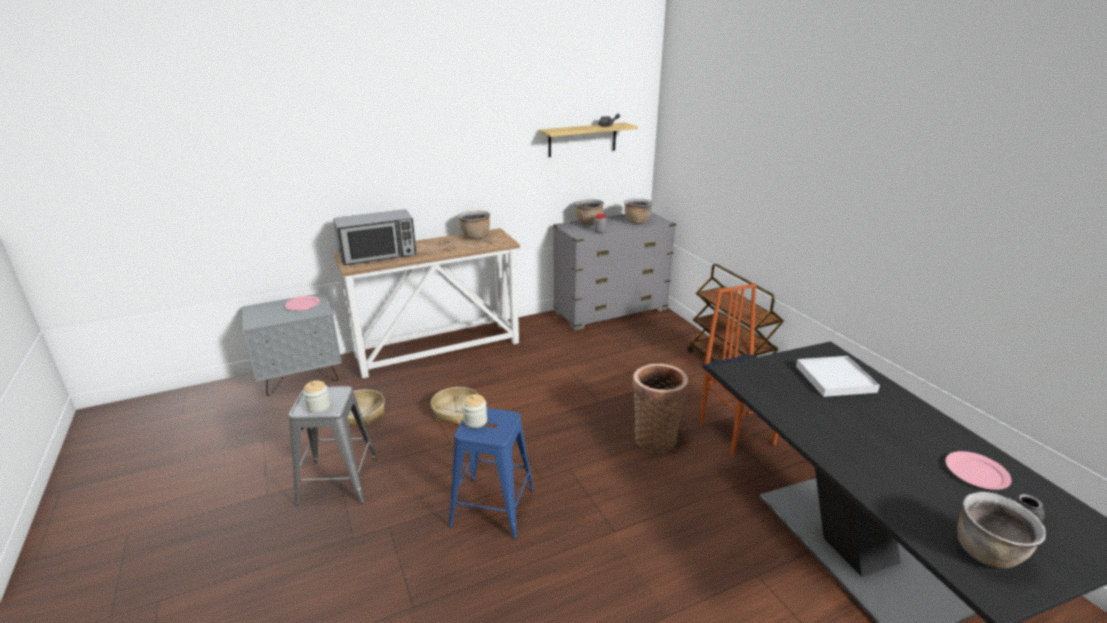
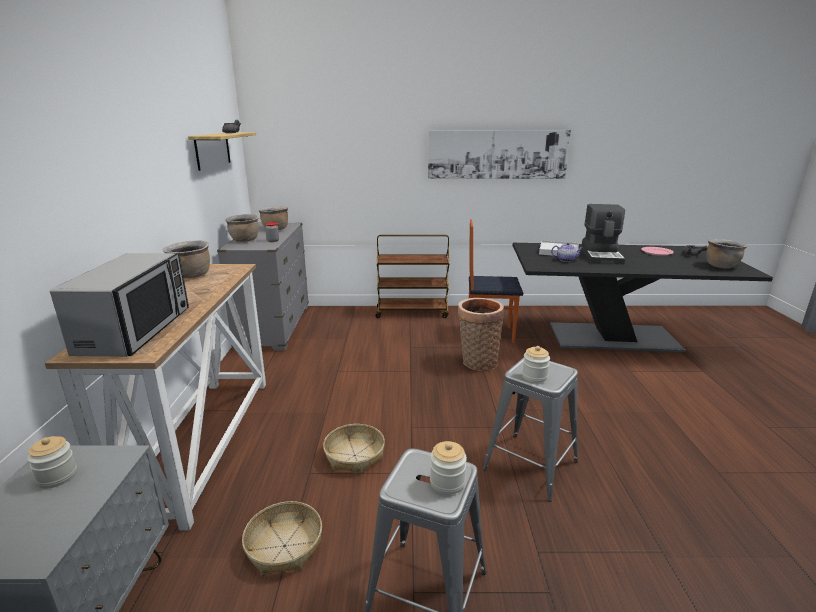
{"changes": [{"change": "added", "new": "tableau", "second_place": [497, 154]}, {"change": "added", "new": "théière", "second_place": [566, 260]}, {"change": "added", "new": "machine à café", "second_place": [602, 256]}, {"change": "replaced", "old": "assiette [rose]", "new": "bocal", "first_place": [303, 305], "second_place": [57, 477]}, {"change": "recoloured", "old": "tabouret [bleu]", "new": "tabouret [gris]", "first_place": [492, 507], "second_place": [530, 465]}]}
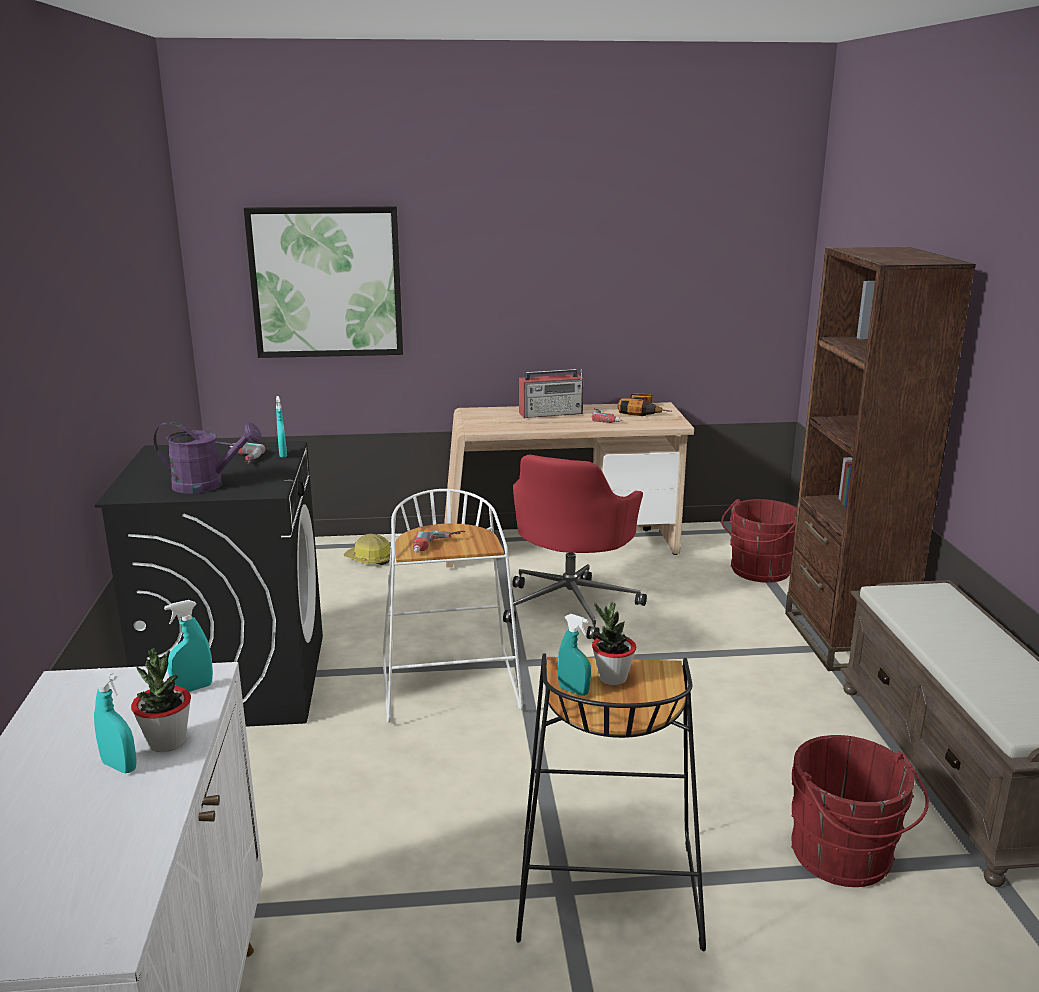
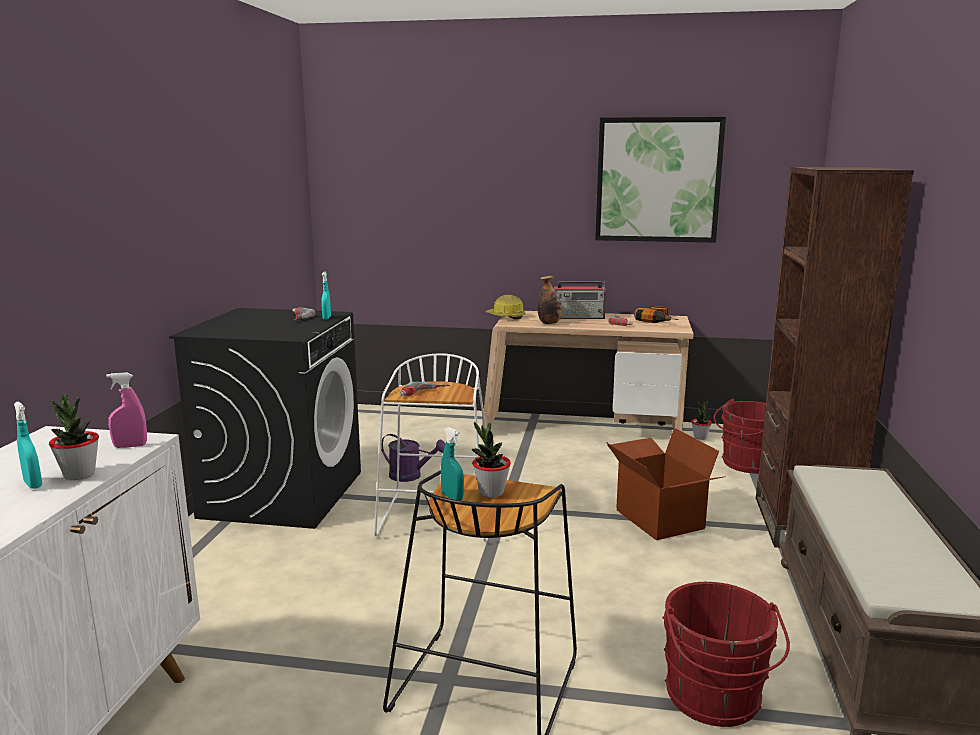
{"changes": [{"change": "removed", "old": "chaise de bureau [rouge]", "first_place": [571, 605]}, {"change": "added", "new": "bouteille", "second_place": [549, 323]}, {"change": "added", "new": "carton", "second_place": [658, 519]}, {"change": "added", "new": "plante en pot", "second_place": [700, 437]}, {"change": "moved", "old": "arrosoir [violet]", "first_place": [207, 485], "second_place": [411, 476]}, {"change": "moved", "old": "tableau", "first_place": [326, 282], "second_place": [658, 180]}, {"change": "moved", "old": "casque de chantier", "first_place": [369, 559], "second_place": [505, 317]}, {"change": "recoloured", "old": "vaporisateur [turquoise]", "new": "vaporisateur [rose]", "first_place": [193, 688], "second_place": [130, 446]}]}
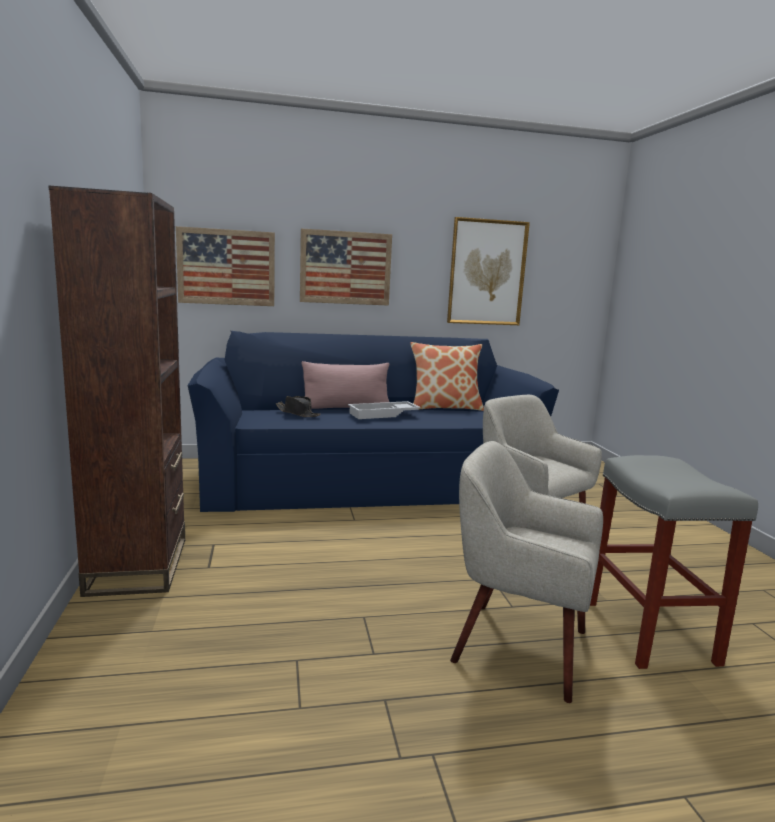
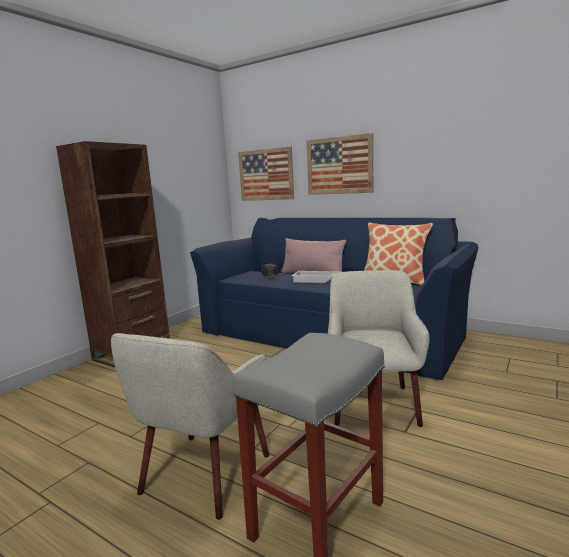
{"changes": [{"change": "removed", "old": "tableau", "first_place": [487, 272]}, {"change": "turned", "old": "fauteuil [beige]", "first_place": [518, 646], "second_place": [204, 473], "degrees": -135}]}
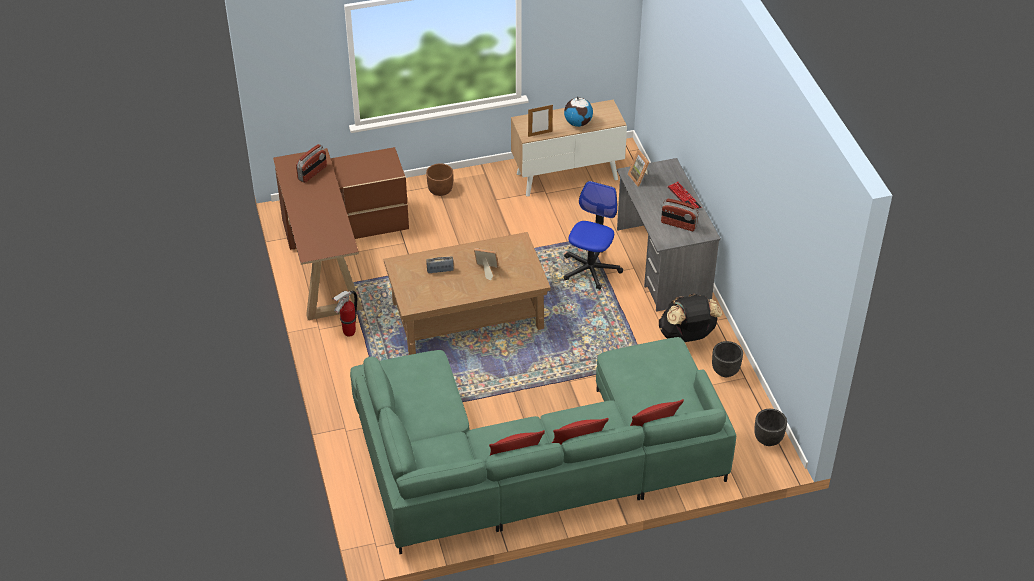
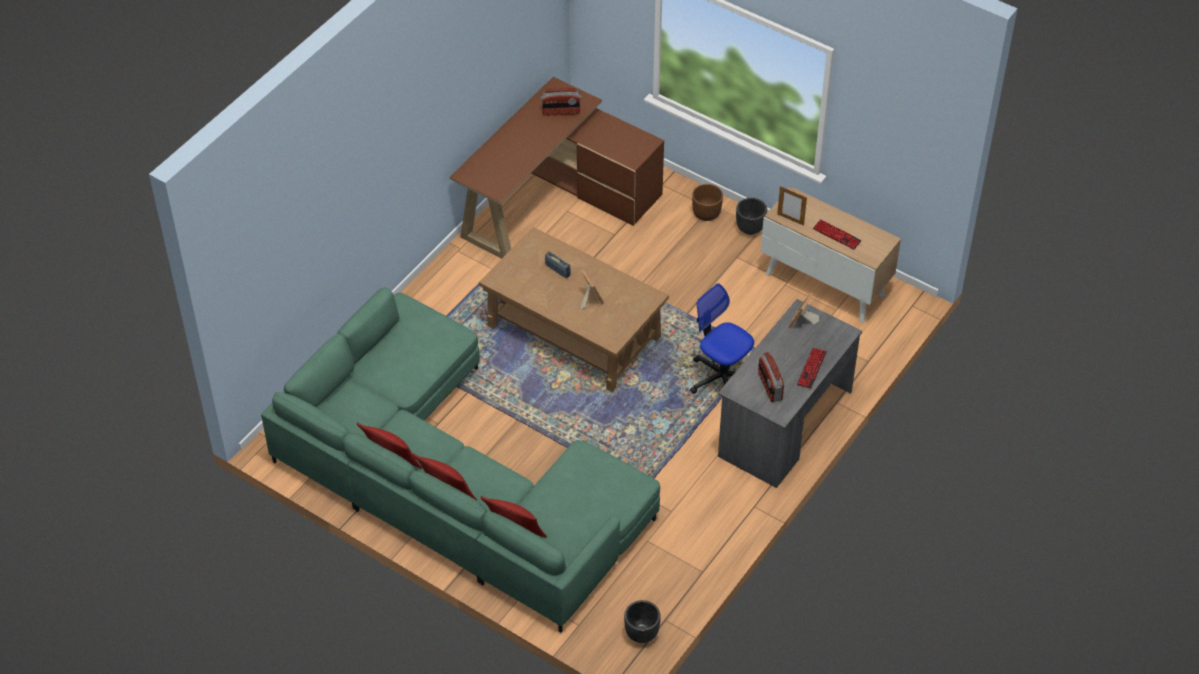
{"changes": [{"change": "removed", "old": "extincteur", "first_place": [349, 332]}, {"change": "removed", "old": "sac à dos [noir]", "first_place": [687, 336]}, {"change": "moved", "old": "cache-pot [noir]", "first_place": [725, 371], "second_place": [750, 228]}, {"change": "replaced", "old": "globe", "new": "clavier", "first_place": [578, 123], "second_place": [836, 235]}, {"change": "turned", "old": "chaise de bureau", "first_place": [590, 269], "second_place": [721, 377], "degrees": -120}]}
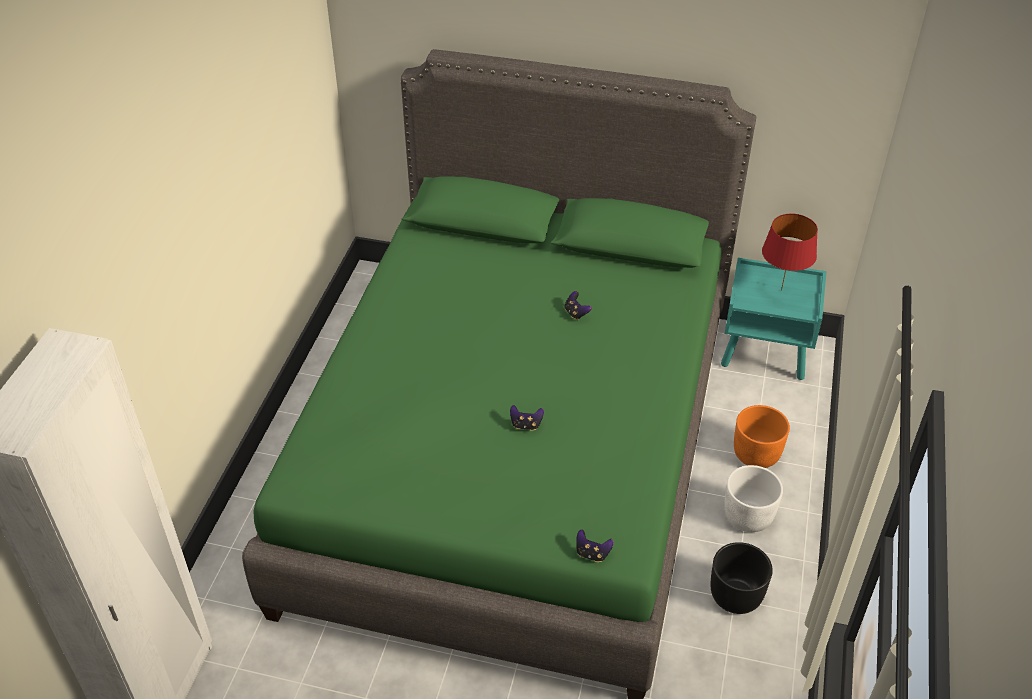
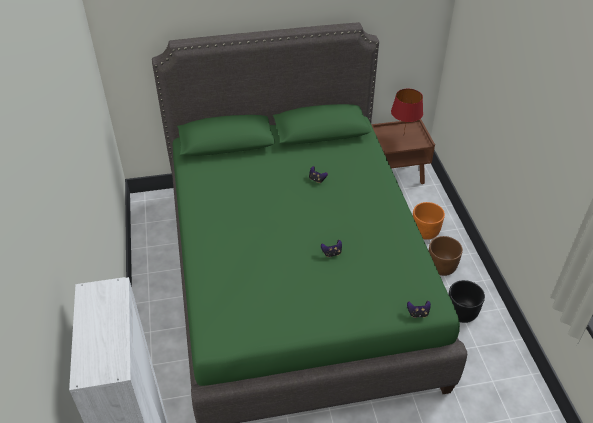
{"changes": [{"change": "recoloured", "old": "table de chevet [turquoise]", "new": "table de chevet [marron]", "first_place": [765, 353], "second_place": [397, 175]}, {"change": "recoloured", "old": "cache-pot [blanc]", "new": "cache-pot [marron]", "first_place": [747, 516], "second_place": [441, 267]}]}
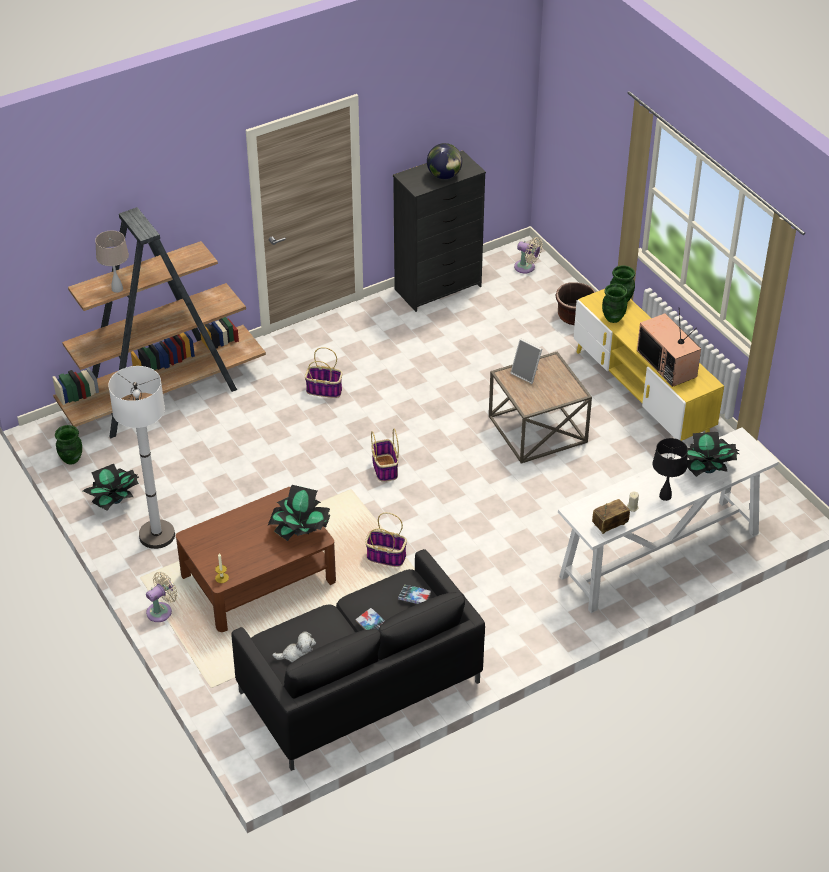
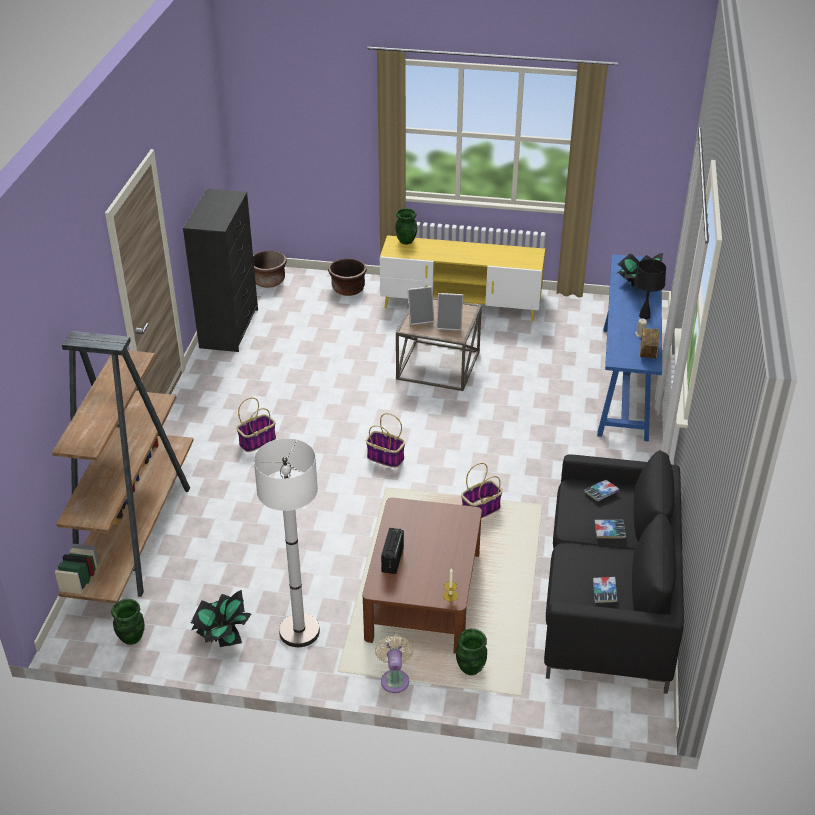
{"changes": [{"change": "removed", "old": "lampe de table [beige]", "first_place": [117, 289]}, {"change": "removed", "old": "plante en pot", "first_place": [300, 531]}, {"change": "removed", "old": "globe", "first_place": [444, 176]}, {"change": "removed", "old": "téléviseur", "first_place": [668, 364]}, {"change": "added", "new": "radio", "second_place": [392, 560]}, {"change": "added", "new": "cadre photo", "second_place": [449, 325]}, {"change": "moved", "old": "vase [vert]", "first_place": [613, 318], "second_place": [470, 668]}, {"change": "replaced", "old": "peluche", "new": "livre", "first_place": [297, 656], "second_place": [604, 592]}, {"change": "replaced", "old": "ventilateur [beige]", "new": "cache-pot [marron]", "first_place": [526, 267], "second_place": [269, 281]}, {"change": "recoloured", "old": "table console [blanc]", "new": "table console [bleu]", "first_place": [659, 555], "second_place": [624, 382]}]}
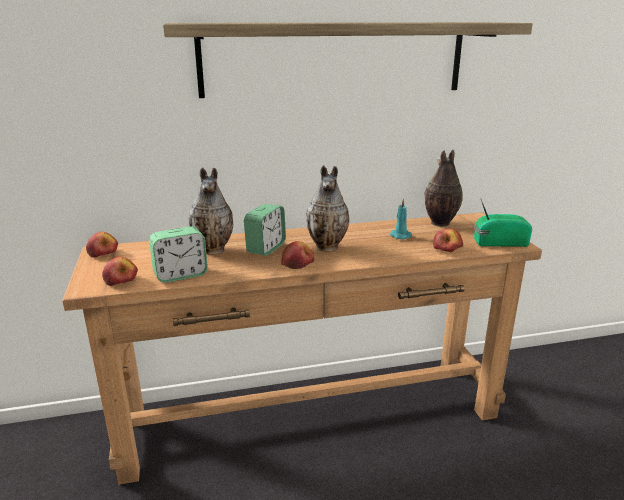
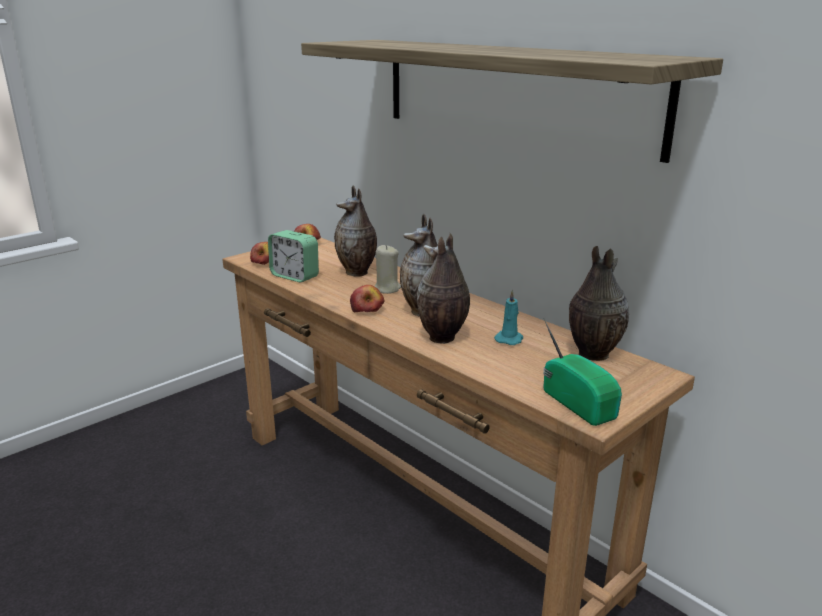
{"changes": [{"change": "removed", "old": "pomme", "first_place": [447, 249]}, {"change": "added", "new": "vase", "second_place": [442, 338]}, {"change": "replaced", "old": "réveil", "new": "bougie [beige]", "first_place": [266, 248], "second_place": [386, 289]}]}
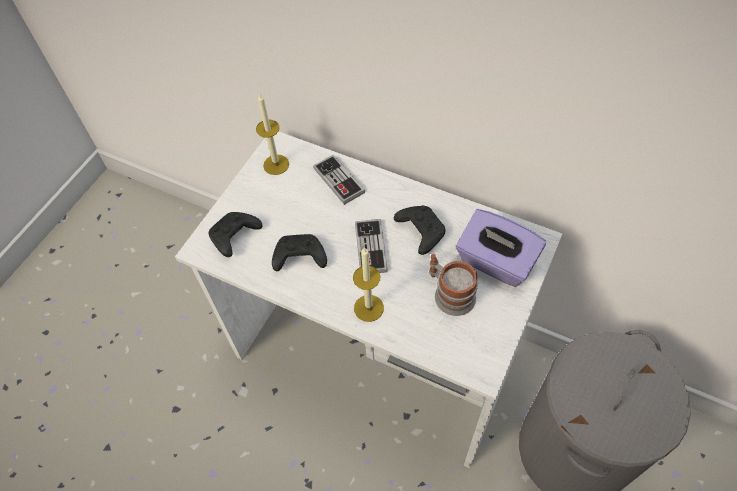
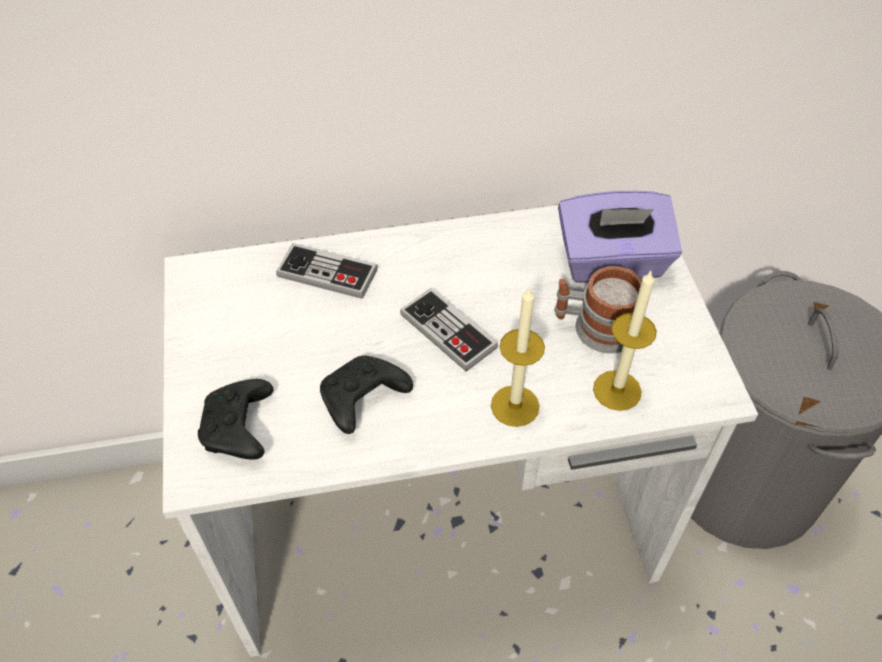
{"changes": [{"change": "removed", "old": "manette [noir]", "first_place": [420, 232]}, {"change": "moved", "old": "bougie", "first_place": [276, 164], "second_place": [617, 390]}]}
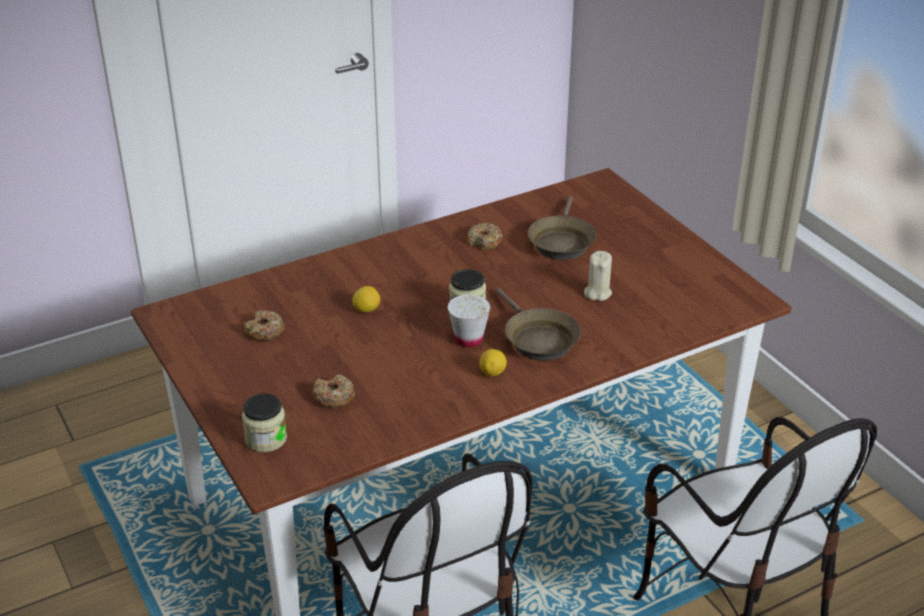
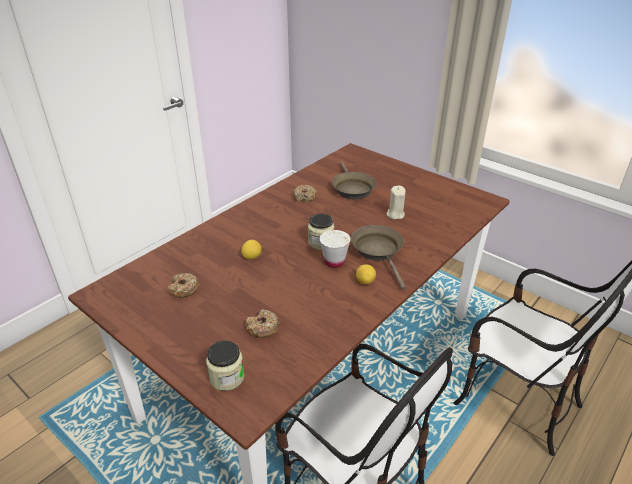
{"changes": [{"change": "turned", "old": "poêle [marron]", "first_place": [537, 339], "second_place": [379, 252], "degrees": -150}]}
